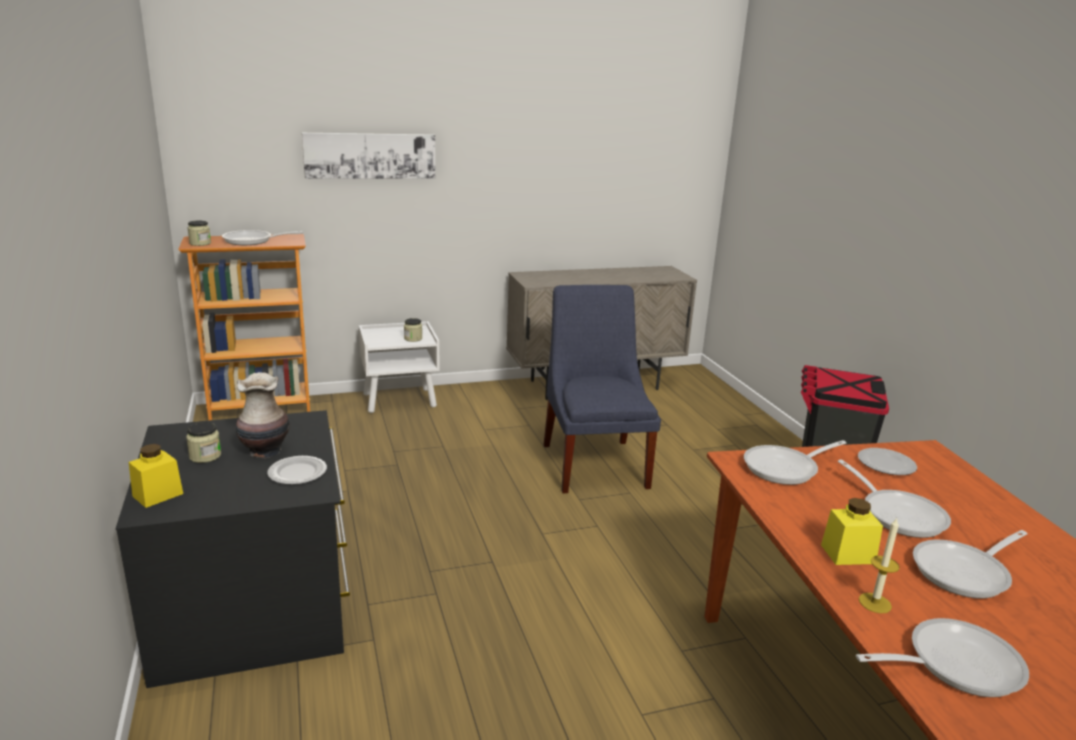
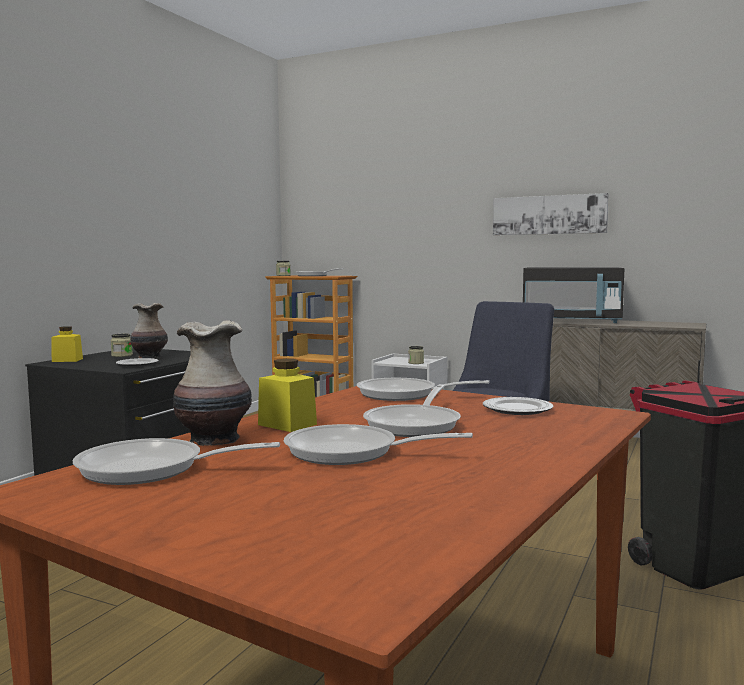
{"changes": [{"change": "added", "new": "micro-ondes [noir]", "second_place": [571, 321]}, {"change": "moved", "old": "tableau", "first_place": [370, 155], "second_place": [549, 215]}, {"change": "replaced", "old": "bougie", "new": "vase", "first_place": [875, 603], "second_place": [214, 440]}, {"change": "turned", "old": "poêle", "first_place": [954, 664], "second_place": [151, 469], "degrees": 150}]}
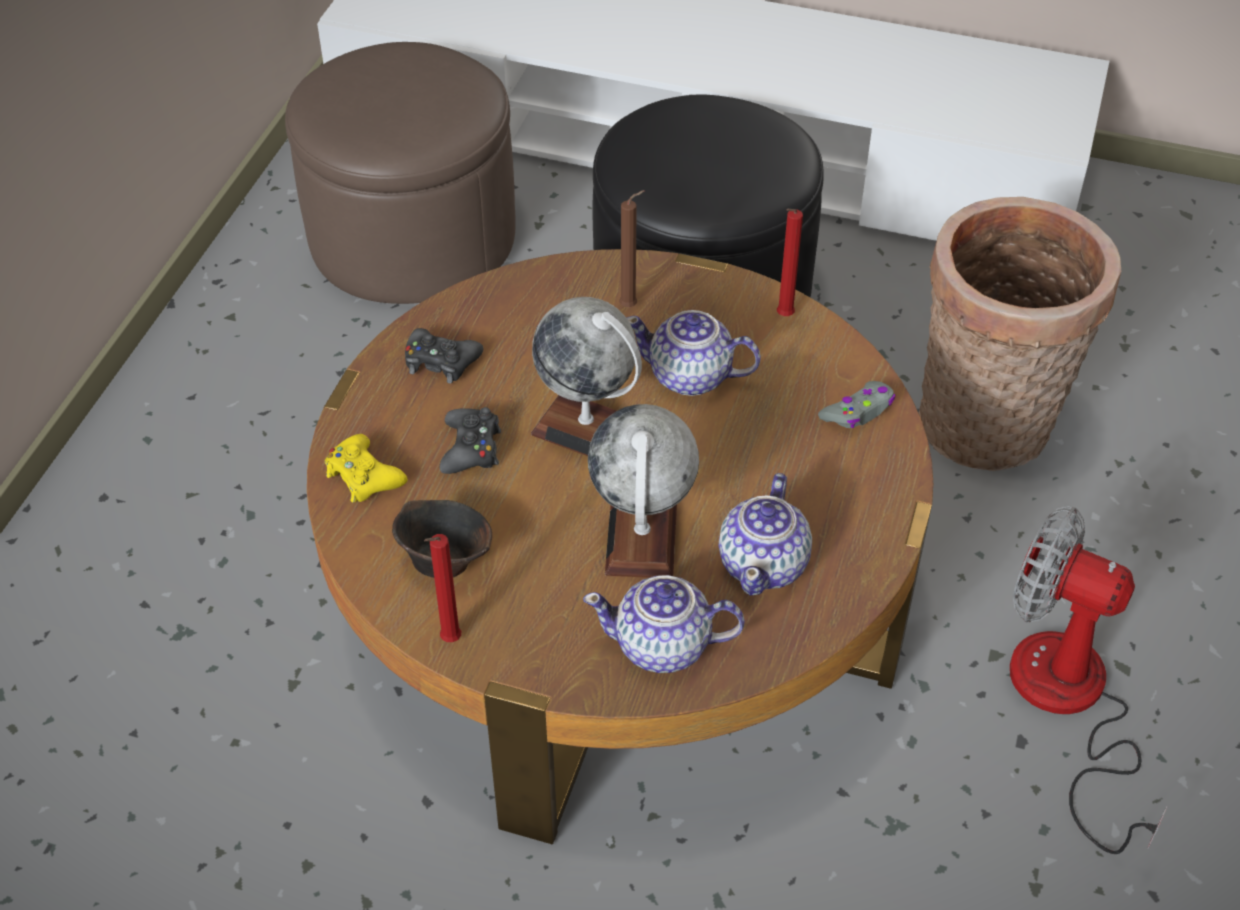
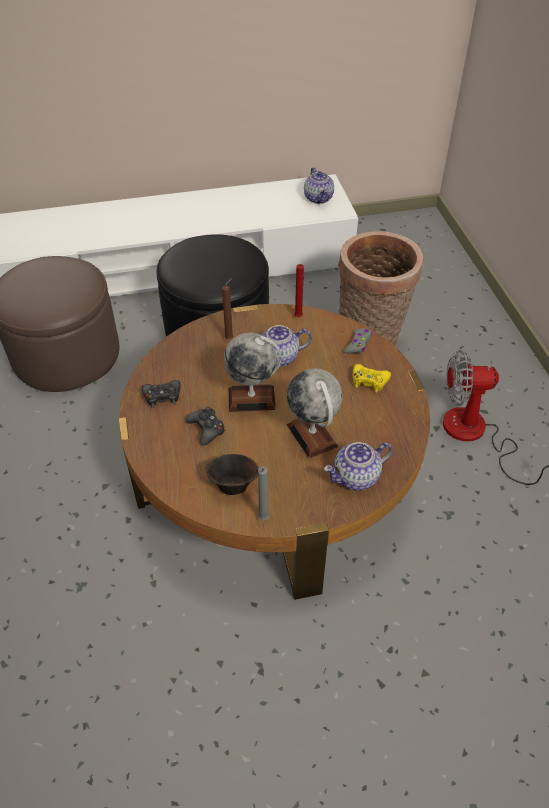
{"changes": [{"change": "moved", "old": "manette [jaune]", "first_place": [363, 477], "second_place": [369, 381]}, {"change": "moved", "old": "théière", "first_place": [764, 564], "second_place": [318, 198]}, {"change": "recoloured", "old": "bougie [rouge]", "new": "bougie [gris]", "first_place": [448, 641], "second_place": [263, 520]}]}
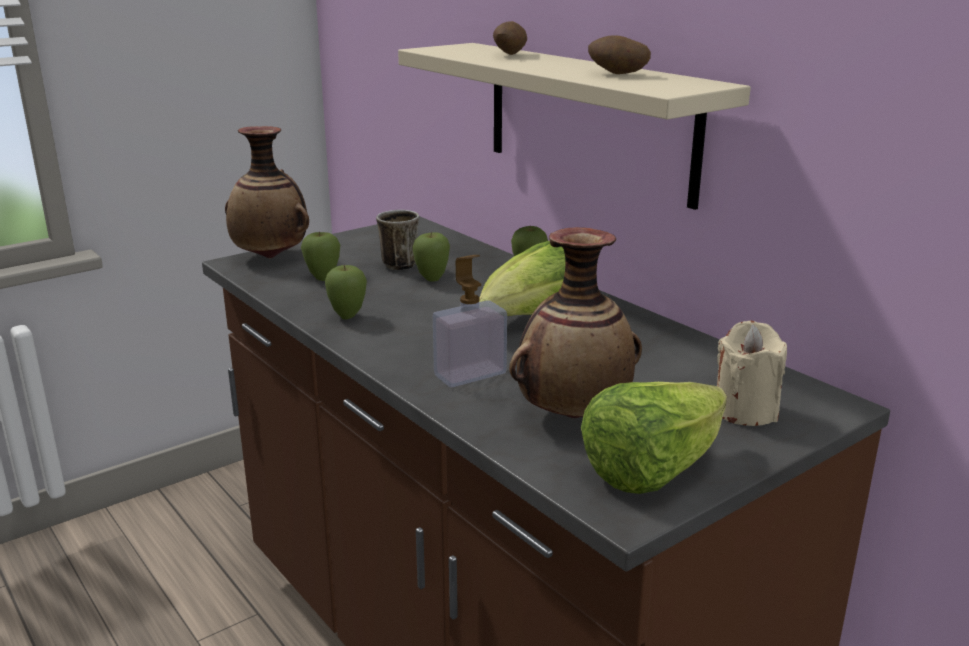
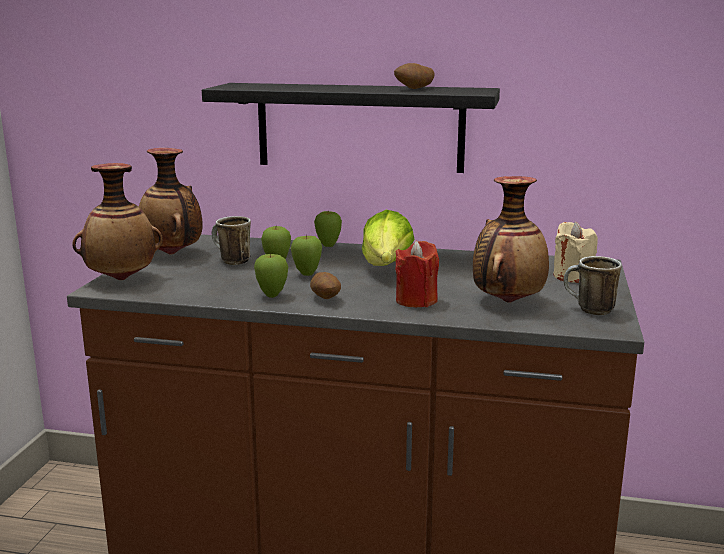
{"changes": [{"change": "added", "new": "vase", "second_place": [173, 253]}, {"change": "moved", "old": "pomme", "first_place": [323, 278], "second_place": [307, 274]}, {"change": "moved", "old": "pomme de terre", "first_place": [511, 54], "second_place": [325, 298]}, {"change": "replaced", "old": "distributeur de savon", "new": "bougie [rouge]", "first_place": [470, 374], "second_place": [416, 300]}, {"change": "replaced", "old": "laitue", "new": "mug", "first_place": [652, 470], "second_place": [588, 310]}, {"change": "recoloured", "old": "étagère [beige]", "new": "étagère [noir]", "first_place": [588, 120], "second_place": [359, 127]}]}
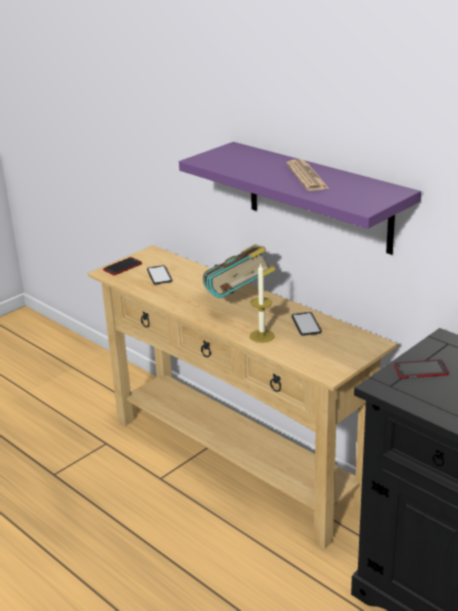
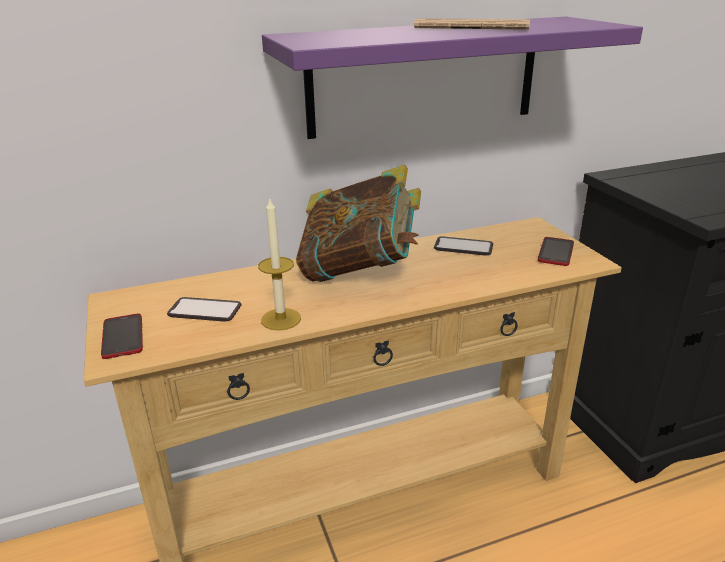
{"changes": [{"change": "moved", "old": "bougie", "first_place": [262, 336], "second_place": [281, 319]}, {"change": "moved", "old": "téléphone", "first_place": [421, 370], "second_place": [555, 252]}]}
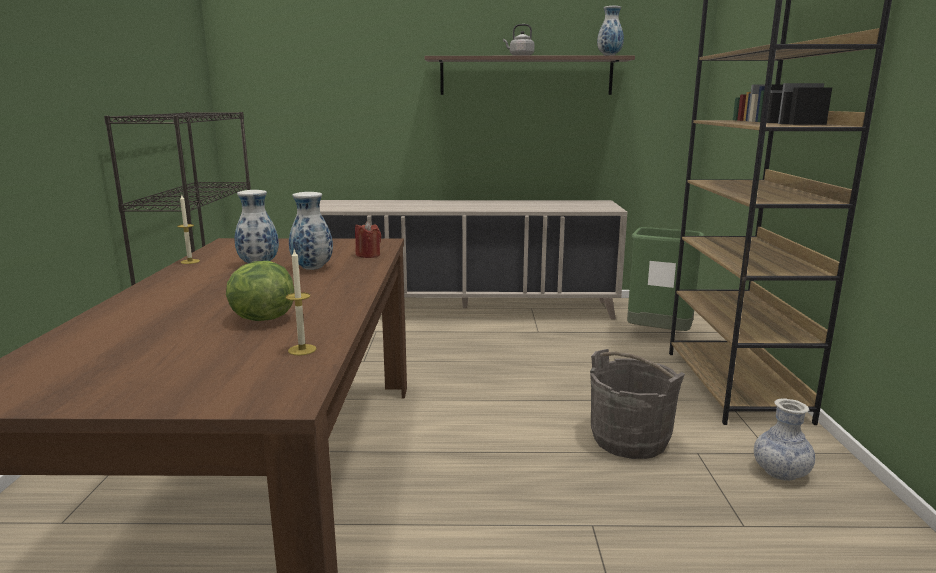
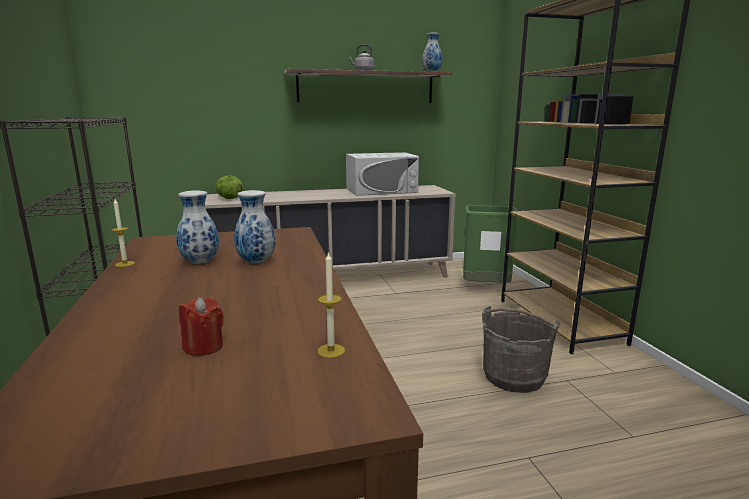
{"changes": [{"change": "removed", "old": "vase", "first_place": [780, 472]}, {"change": "added", "new": "micro-ondes [blanc]", "second_place": [381, 190]}, {"change": "moved", "old": "laitue", "first_place": [261, 319], "second_place": [229, 199]}, {"change": "moved", "old": "bougie [rouge]", "first_place": [368, 255], "second_place": [203, 347]}]}
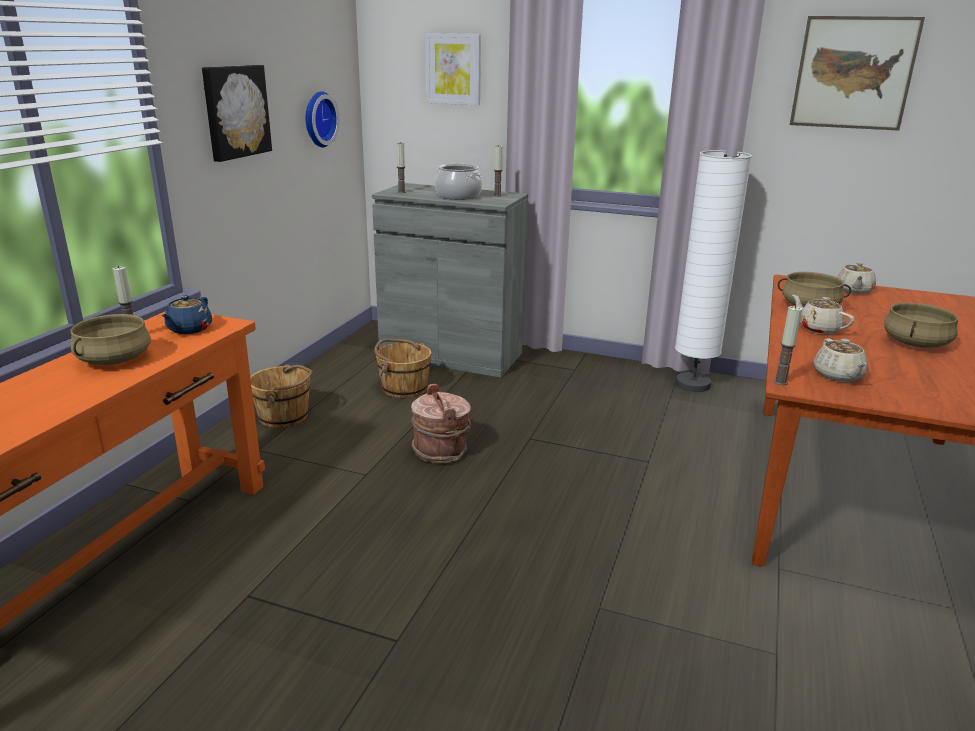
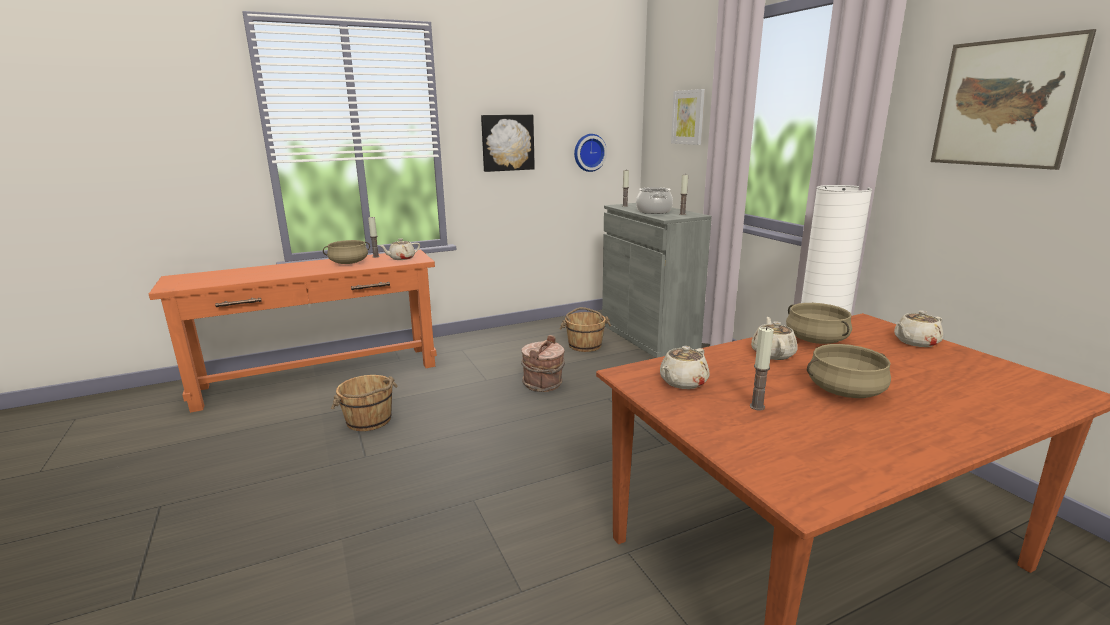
{"changes": [{"change": "moved", "old": "seau [marron]", "first_place": [284, 416], "second_place": [369, 420]}, {"change": "moved", "old": "bougie", "first_place": [780, 382], "second_place": [757, 406]}, {"change": "recoloured", "old": "théière [bleu]", "new": "théière [beige]", "first_place": [189, 329], "second_place": [401, 258]}]}
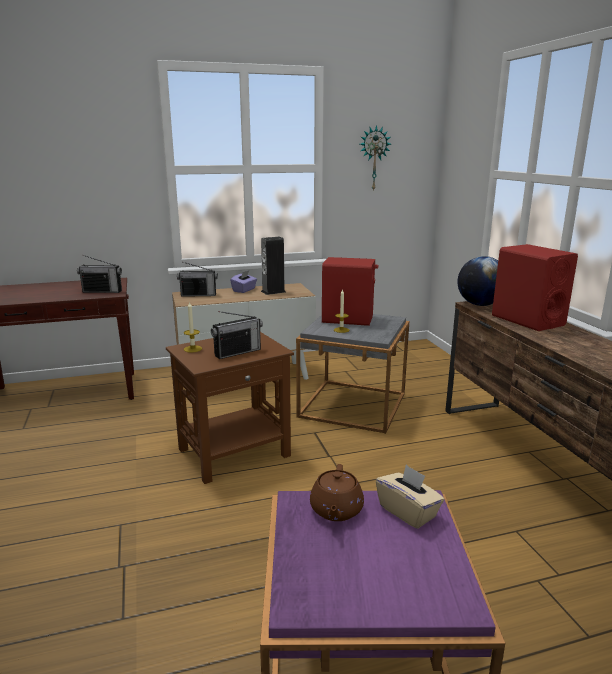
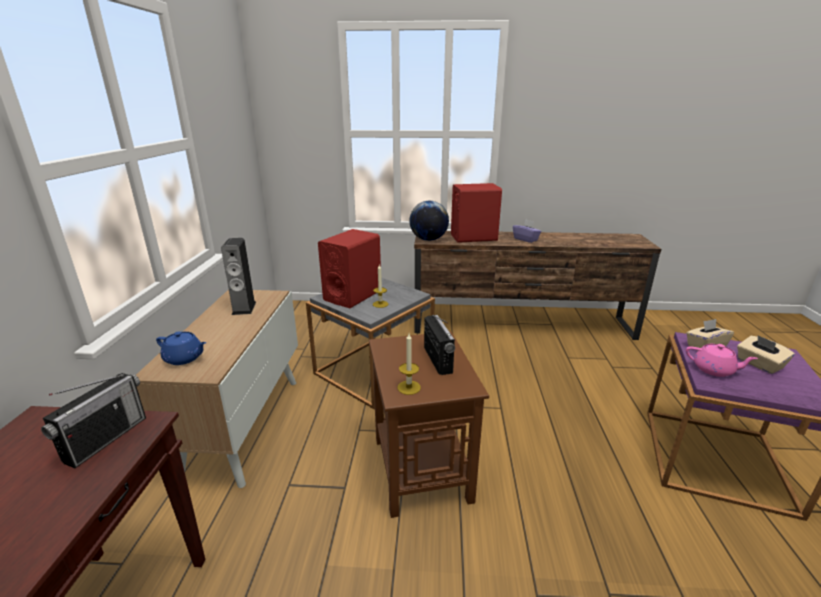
{"changes": [{"change": "removed", "old": "horloge murale", "first_place": [373, 158]}, {"change": "added", "new": "boîte à mouchoirs [beige]", "second_place": [759, 364]}, {"change": "moved", "old": "boîte à mouchoirs [violet]", "first_place": [244, 290], "second_place": [526, 239]}, {"change": "replaced", "old": "radio", "new": "théière [bleu]", "first_place": [198, 295], "second_place": [184, 358]}, {"change": "recoloured", "old": "théière [marron]", "new": "théière [rose]", "first_place": [336, 510], "second_place": [714, 370]}]}
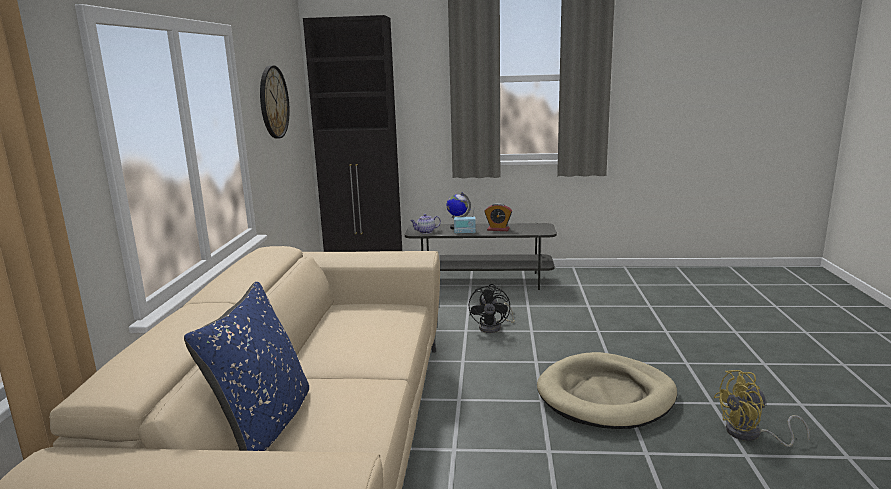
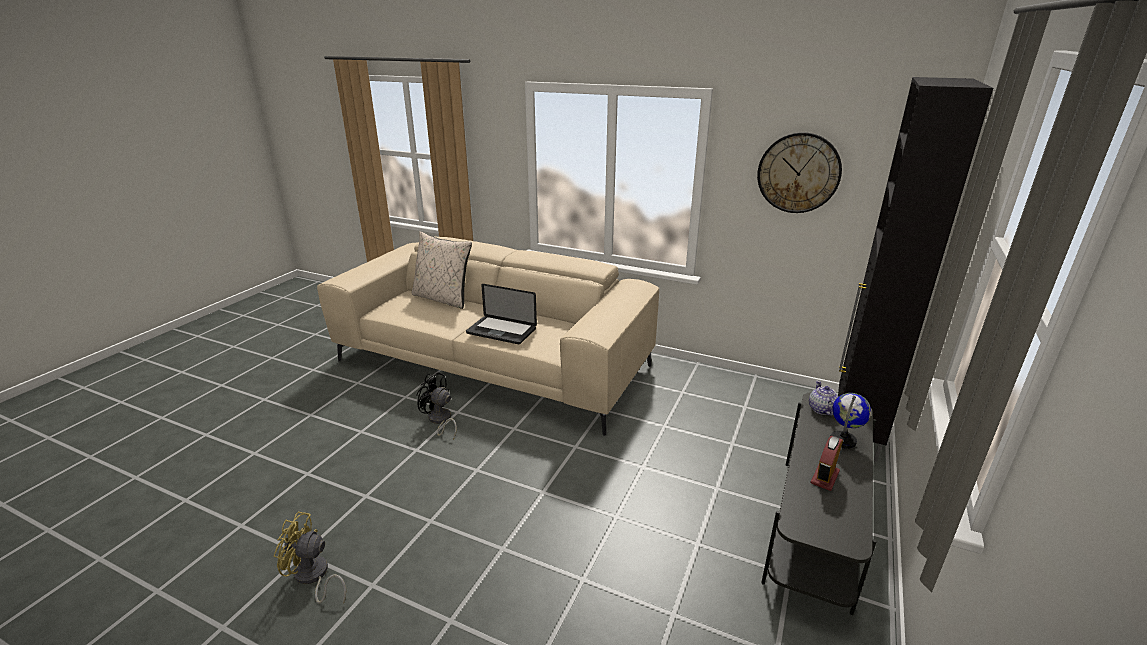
{"changes": [{"change": "removed", "old": "radio", "first_place": [464, 233]}, {"change": "removed", "old": "panier pour chien [beige]", "first_place": [606, 396]}, {"change": "added", "new": "ordinateur portable", "second_place": [501, 331]}, {"change": "moved", "old": "ventilateur [noir]", "first_place": [494, 327], "second_place": [440, 421]}, {"change": "recoloured", "old": "coussin [bleu]", "new": "coussin [beige]", "first_place": [265, 424], "second_place": [443, 298]}, {"change": "turned", "old": "ventilateur [jaune]", "first_place": [751, 435], "second_place": [313, 577], "degrees": -90}]}
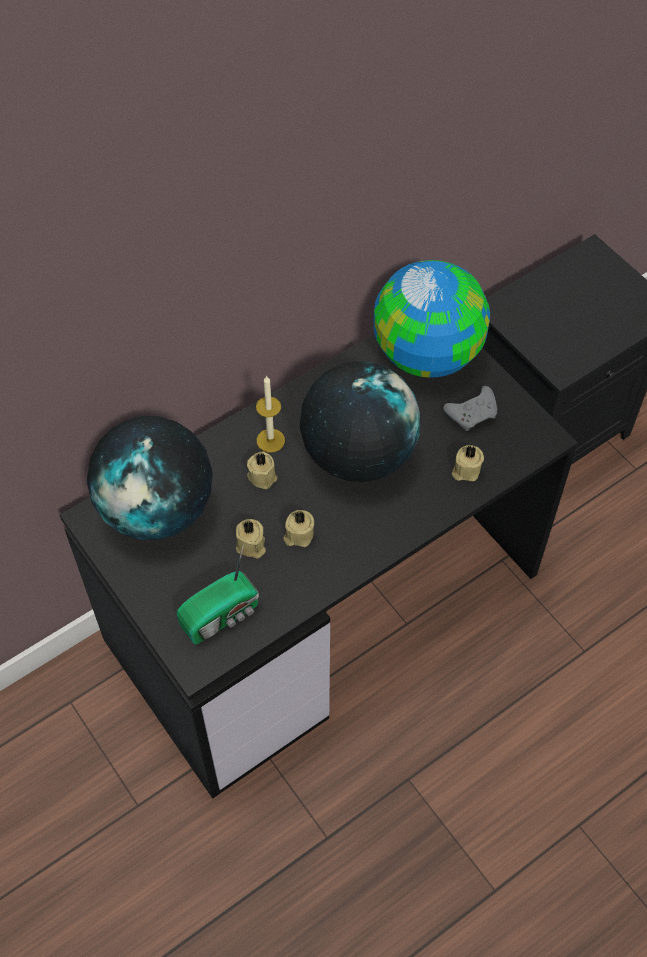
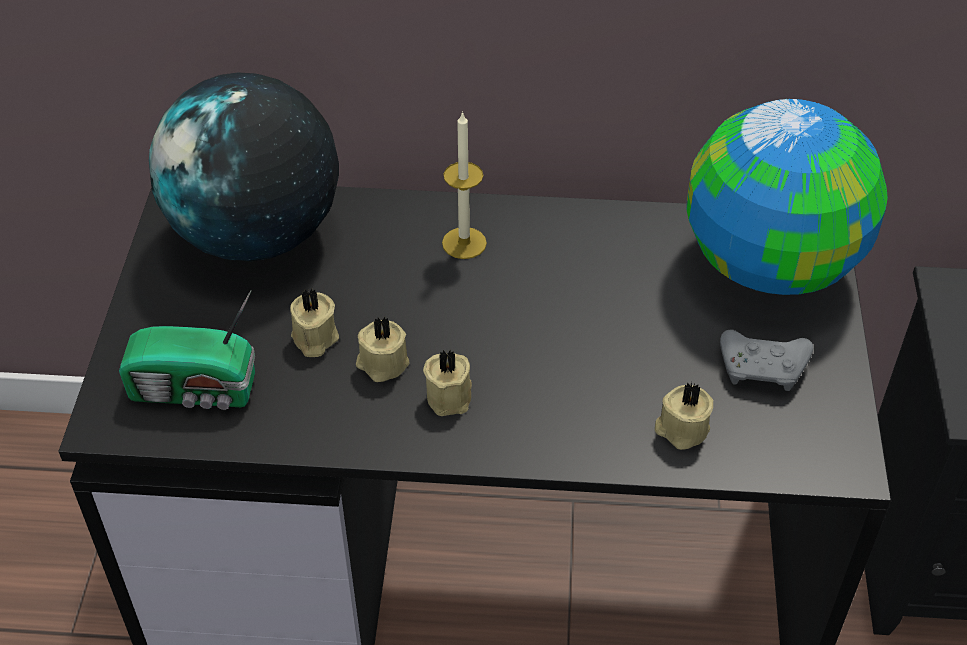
{"changes": [{"change": "removed", "old": "globe", "first_place": [357, 454]}, {"change": "moved", "old": "bougie [beige]", "first_place": [262, 475], "second_place": [451, 396]}]}
